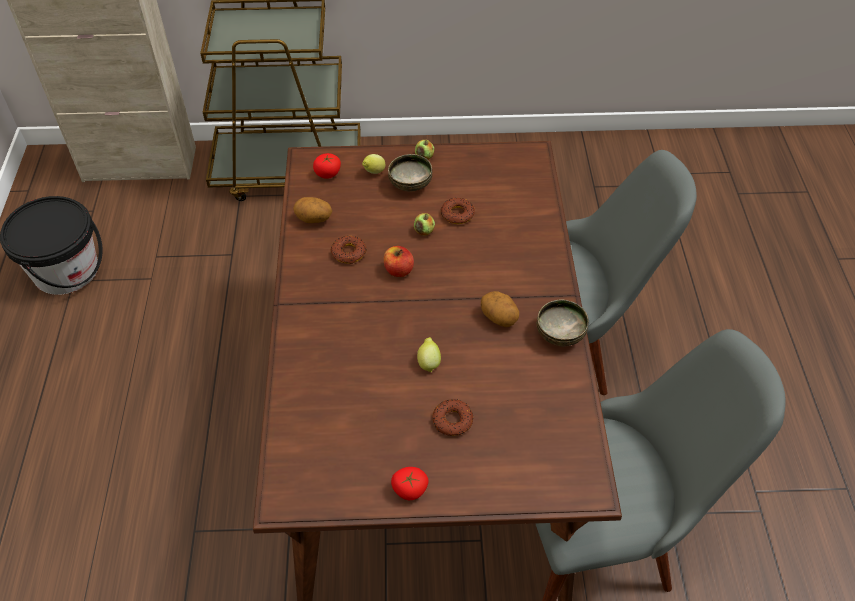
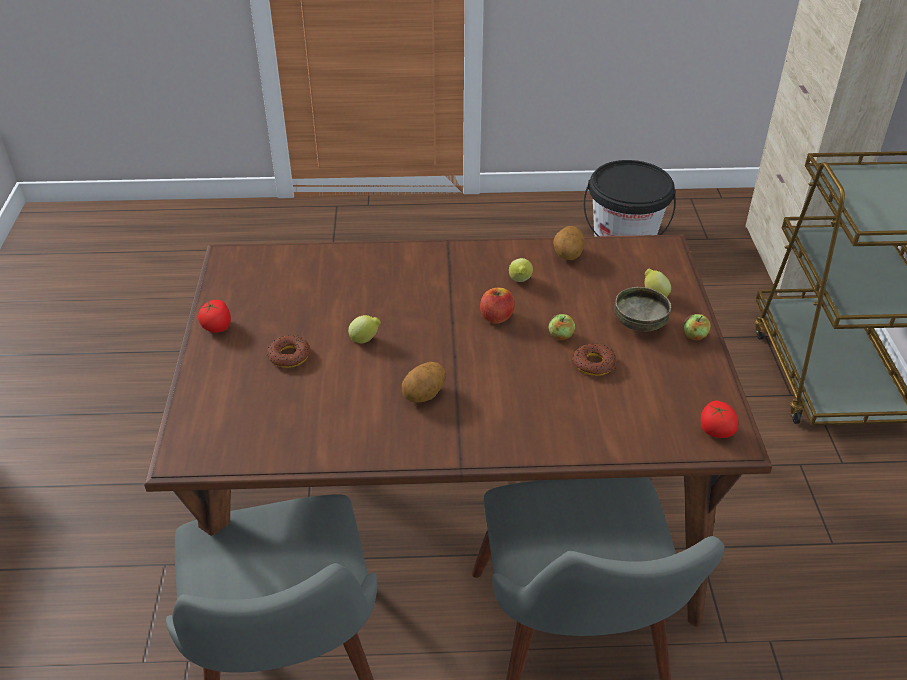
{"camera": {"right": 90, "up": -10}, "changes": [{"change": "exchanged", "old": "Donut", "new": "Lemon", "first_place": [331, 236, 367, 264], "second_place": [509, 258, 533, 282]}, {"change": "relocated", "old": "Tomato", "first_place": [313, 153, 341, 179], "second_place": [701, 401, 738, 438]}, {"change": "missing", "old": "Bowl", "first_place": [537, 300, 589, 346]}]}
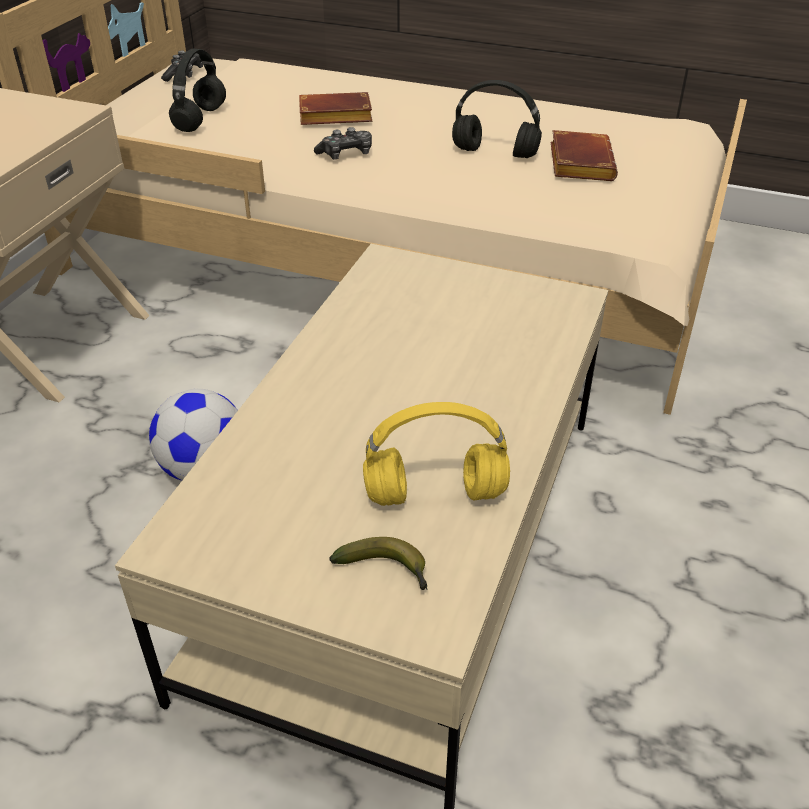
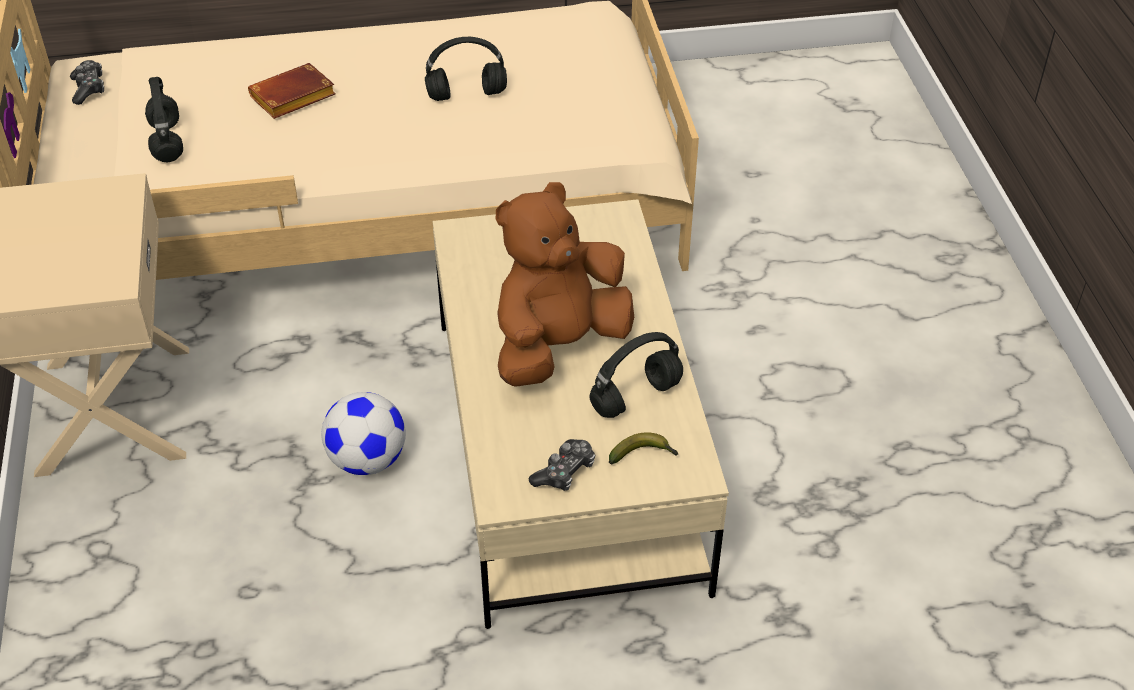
{"camera": {"right": -30, "up": 5}, "changes": [{"change": "appeared", "new": "BrownPlushToy", "second_place": [496, 182, 634, 387]}, {"change": "relocated", "old": "GameController", "first_place": [314, 127, 372, 160], "second_place": [529, 439, 595, 491]}, {"change": "colour", "old": "YellowHeadphones", "new": "BlackHeadphones", "first_place": [363, 402, 510, 506], "second_place": [589, 332, 683, 418]}, {"change": "missing", "old": "BrownBook", "first_place": [551, 130, 618, 181]}]}
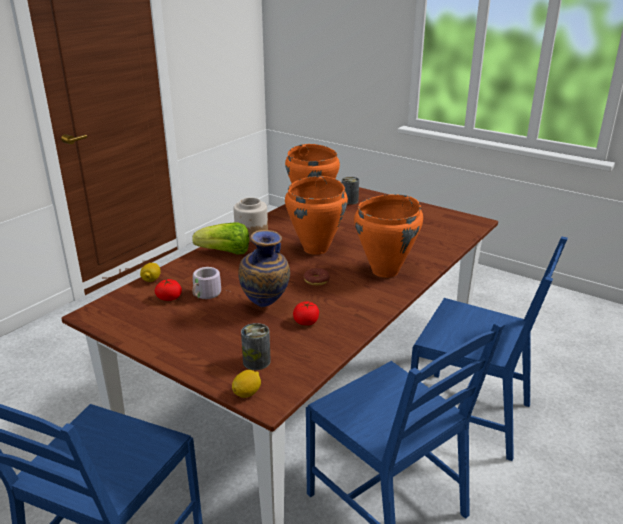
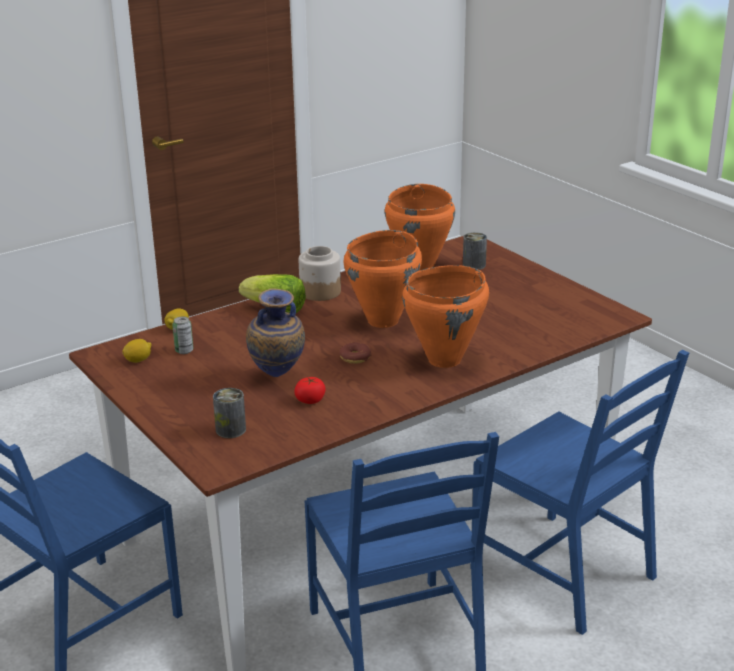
{"camera": {"right": 20, "up": 0}, "changes": [{"change": "relocated", "old": "Lemon", "first_place": [232, 370, 261, 398], "second_place": [123, 339, 151, 363]}, {"change": "exchanged", "old": "Tomato", "new": "Can", "first_place": [155, 279, 182, 301], "second_place": [172, 316, 194, 354]}, {"change": "missing", "old": "GreyMug", "first_place": [193, 267, 228, 299]}]}
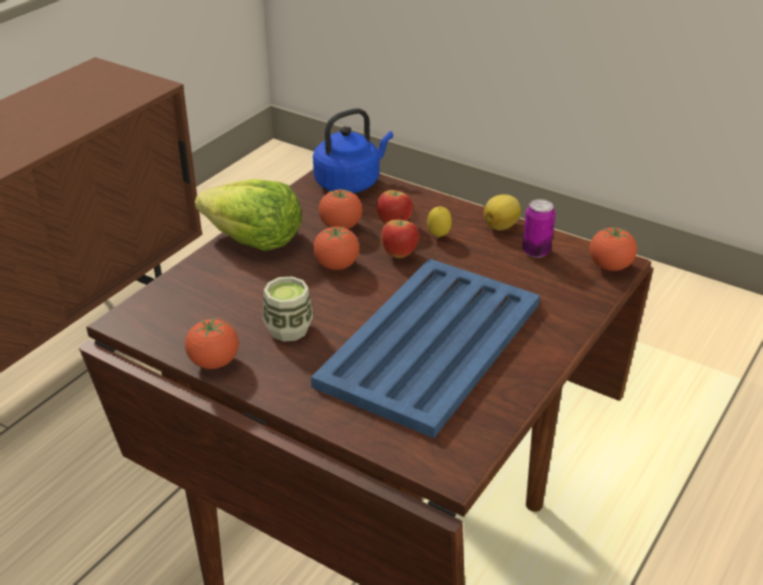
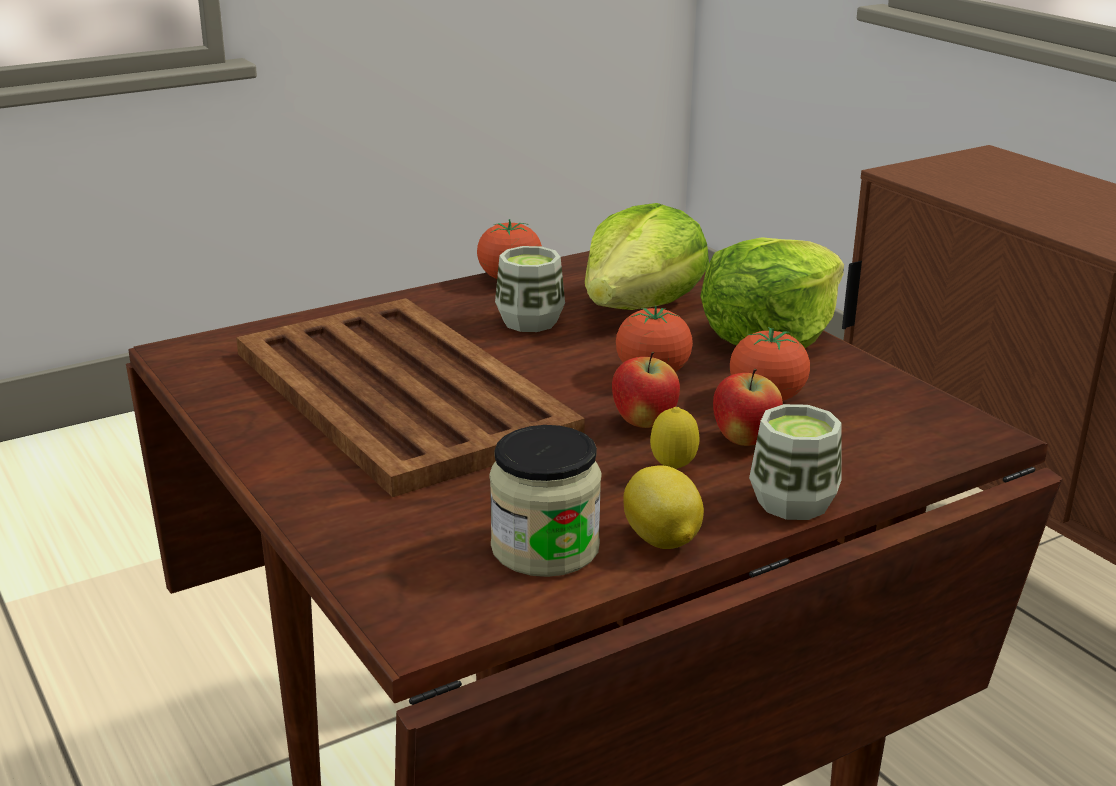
{"camera": {"right": 115, "up": -10}, "changes": [{"change": "colour", "old": "BlueTray", "new": "BrownTray", "first_place": [311, 259, 540, 438], "second_place": [236, 298, 585, 497]}, {"change": "exchanged", "old": "Can", "new": "Jar", "first_place": [522, 199, 555, 258], "second_place": [489, 425, 602, 577]}, {"change": "appeared", "new": "Lettuce", "second_place": [585, 203, 709, 310]}, {"change": "appeared", "new": "Cup", "second_place": [749, 404, 841, 520]}, {"change": "missing", "old": "BlueKettle", "first_place": [313, 108, 393, 193]}, {"change": "missing", "old": "Tomato", "first_place": [589, 226, 637, 271]}]}
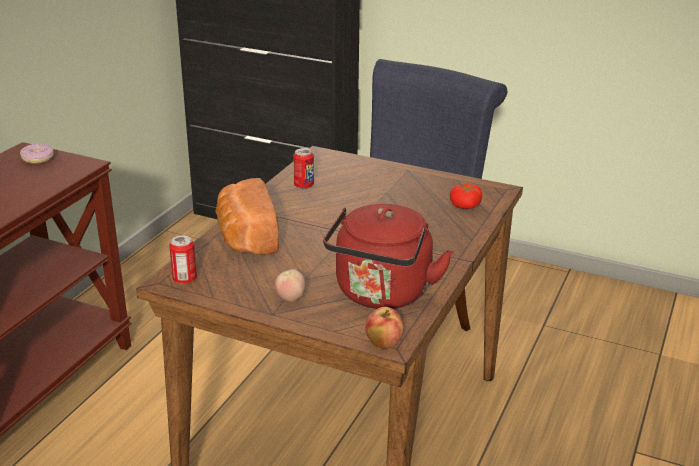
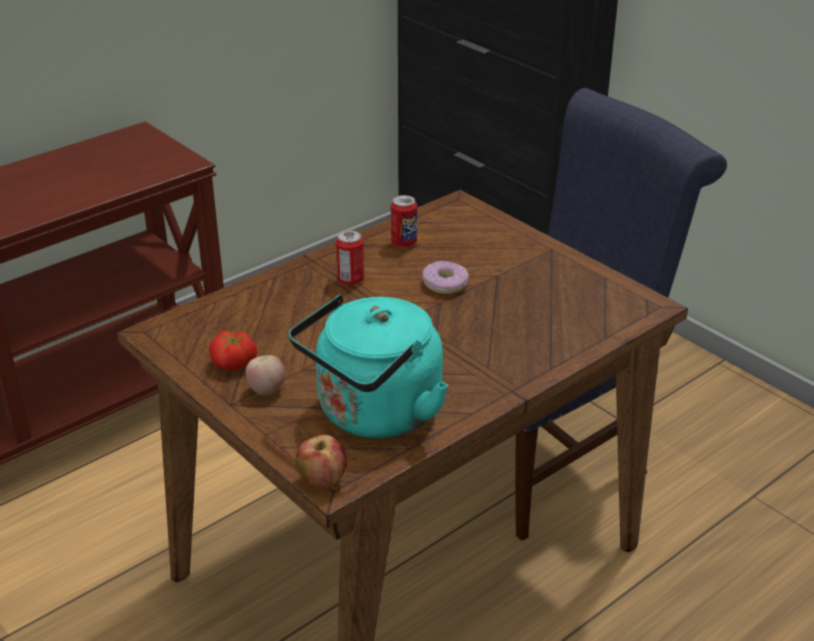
{"camera": {"right": 25, "up": 5}, "changes": [{"change": "relocated", "old": "Tomato", "first_place": [450, 183, 482, 209], "second_place": [209, 331, 257, 371]}, {"change": "colour", "old": "RedKettle", "new": "TurquoiseKettle", "first_place": [323, 204, 453, 309], "second_place": [289, 294, 448, 439]}, {"change": "relocated", "old": "Can", "first_place": [169, 235, 197, 284], "second_place": [336, 230, 364, 285]}, {"change": "relocated", "old": "Donut", "first_place": [20, 144, 54, 164], "second_place": [422, 261, 469, 294]}, {"change": "missing", "old": "Bread", "first_place": [215, 178, 279, 254]}]}
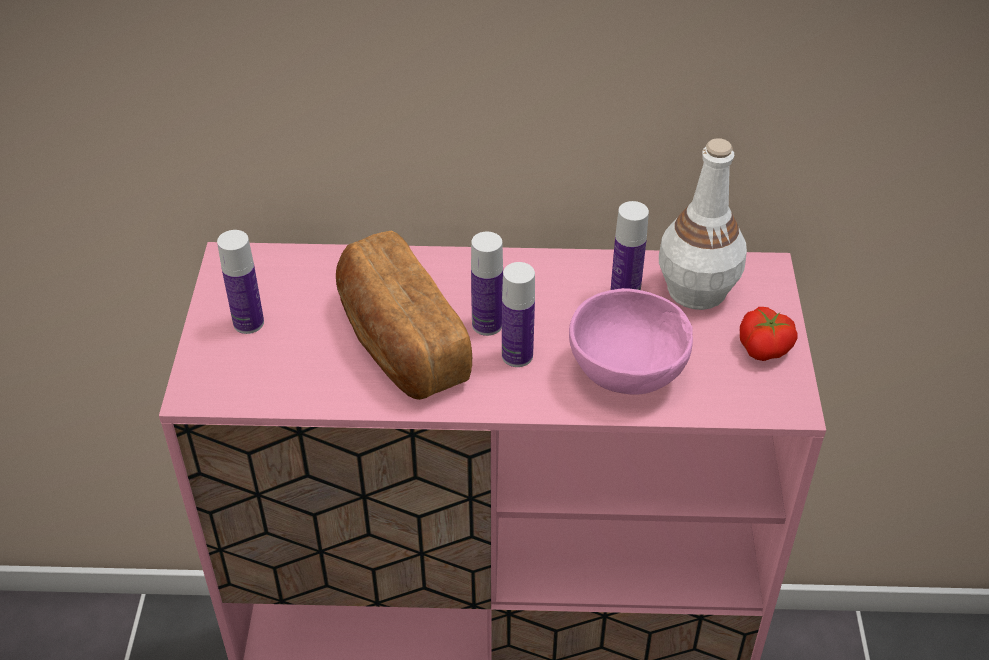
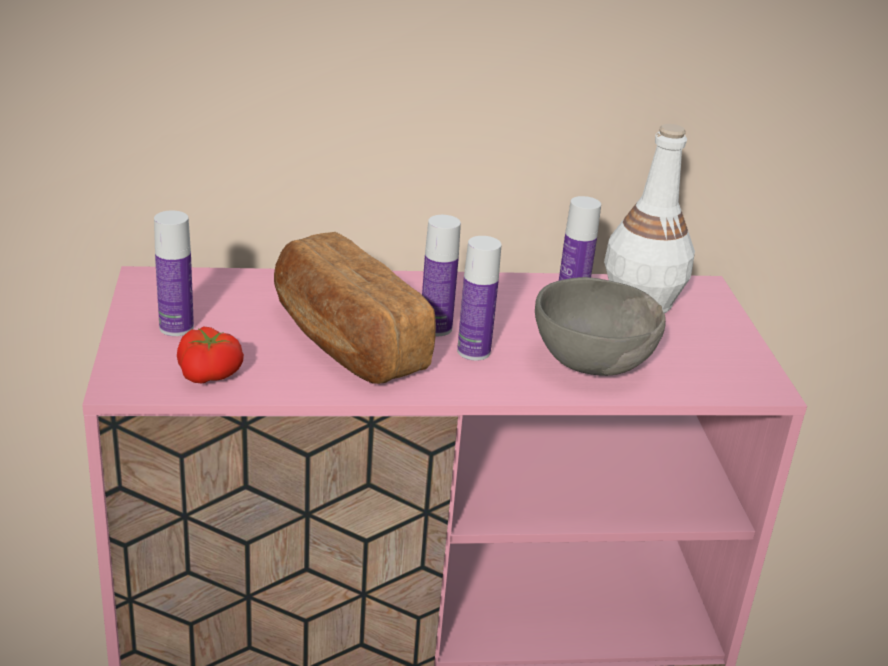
{"camera": {"right": -10, "up": -15}, "changes": [{"change": "relocated", "old": "Tomato", "first_place": [740, 307, 798, 361], "second_place": [177, 326, 244, 383]}, {"change": "colour", "old": "PinkBowl", "new": "GreyBowl", "first_place": [569, 288, 693, 395], "second_place": [535, 277, 666, 376]}]}
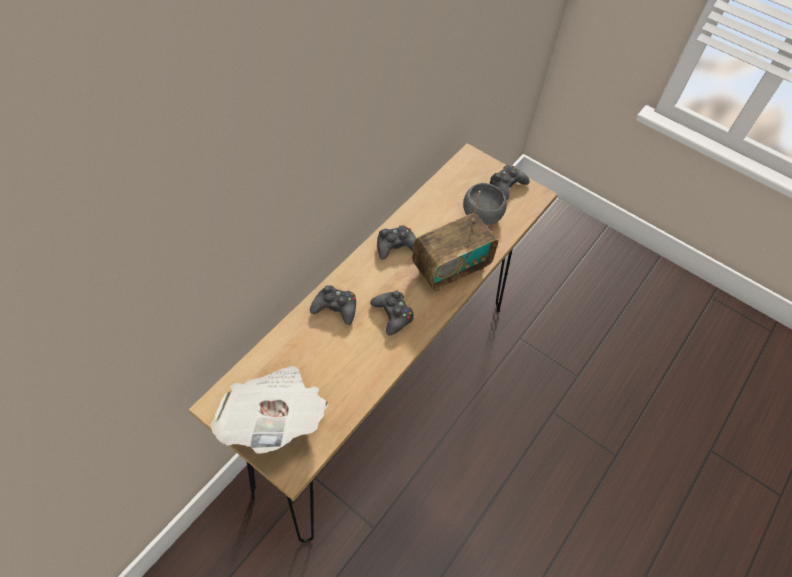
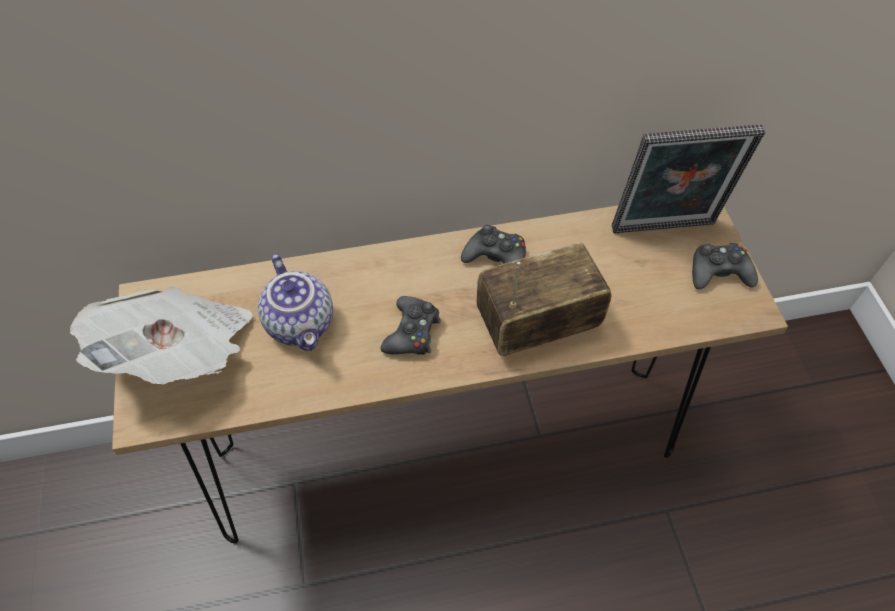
{"camera": {"right": 45, "up": 0}, "changes": [{"change": "appeared", "new": "Teapot", "second_place": [258, 254, 333, 351]}, {"change": "spun", "old": "Radio", "first_place": [412, 191, 498, 292], "second_place": [476, 243, 611, 356], "degrees": 150}, {"change": "appeared", "new": "PictureFrame", "second_place": [612, 124, 765, 233]}, {"change": "missing", "old": "BlackGameController", "first_place": [310, 285, 356, 325]}, {"change": "missing", "old": "GreyBowl", "first_place": [463, 183, 507, 225]}]}
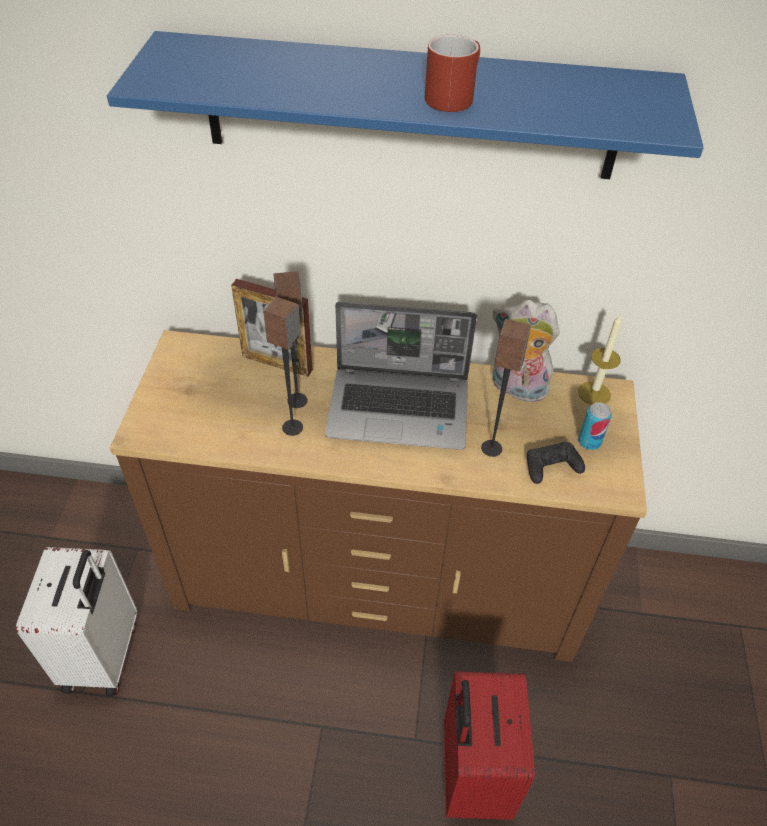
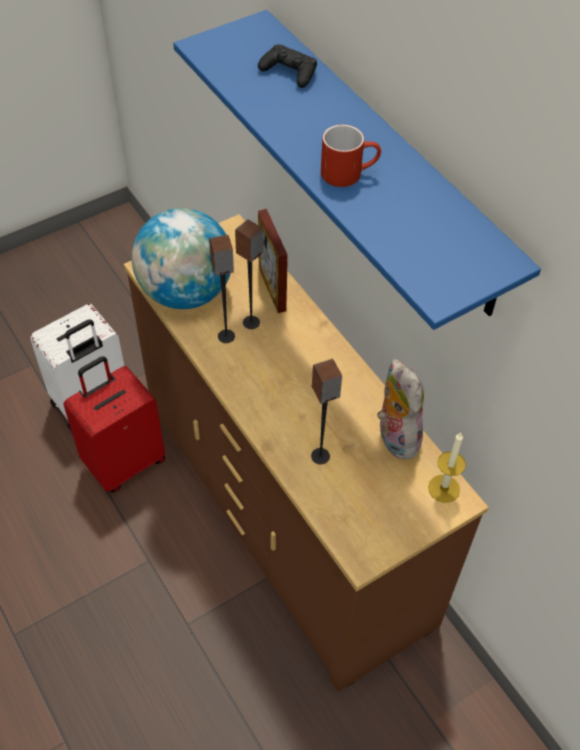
{"camera": {"right": 50, "up": 5}, "changes": [{"change": "relocated", "old": "RedSuitcase", "first_place": [444, 671, 535, 820], "second_place": [63, 356, 165, 493]}, {"change": "appeared", "new": "Globe", "second_place": [132, 208, 231, 309]}, {"change": "relocated", "old": "BlackGameController", "first_place": [527, 442, 585, 484], "second_place": [258, 44, 317, 88]}, {"change": "missing", "old": "Laptop", "first_place": [325, 302, 477, 450]}, {"change": "missing", "old": "Can", "first_place": [578, 402, 612, 450]}]}
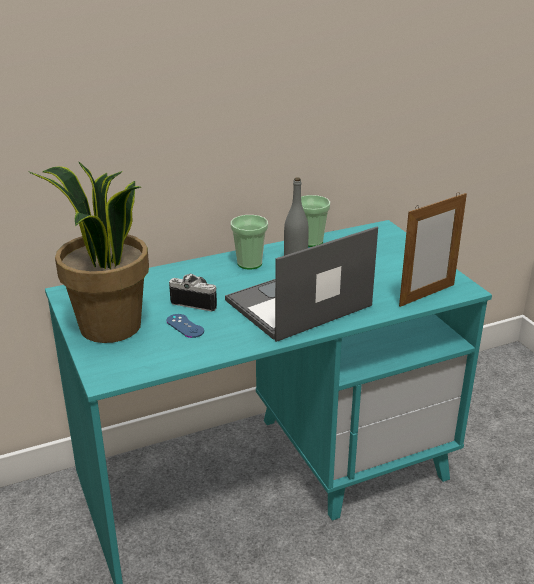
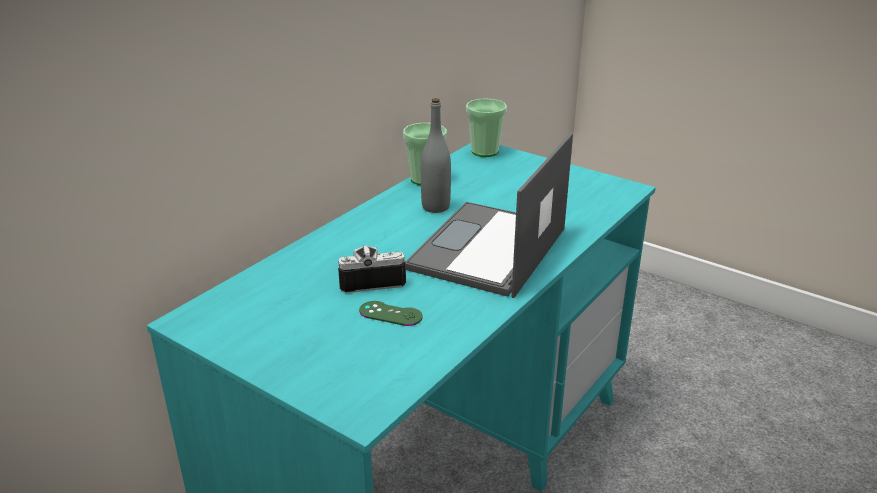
{"camera": {"right": -30, "up": 0}, "changes": [{"change": "colour", "old": "BlueGameController", "new": "GreenGameController", "first_place": [166, 314, 204, 338], "second_place": [359, 301, 423, 326]}, {"change": "relocated", "old": "Cup", "first_place": [231, 215, 268, 269], "second_place": [466, 98, 507, 157]}, {"change": "missing", "old": "PottedPlant", "first_place": [29, 162, 149, 343]}, {"change": "missing", "old": "PictureFrame", "first_place": [399, 192, 467, 307]}]}
